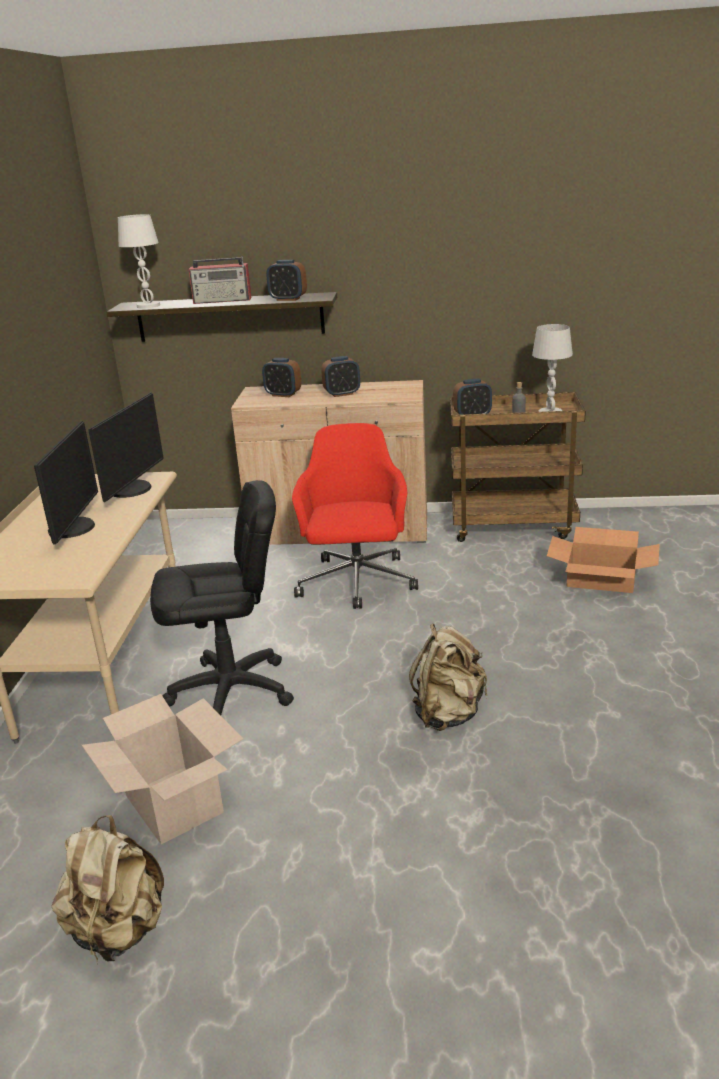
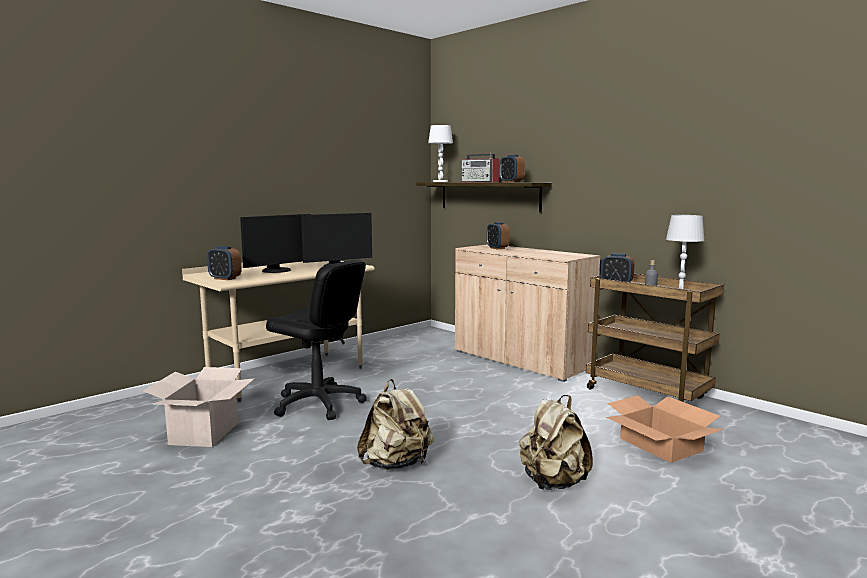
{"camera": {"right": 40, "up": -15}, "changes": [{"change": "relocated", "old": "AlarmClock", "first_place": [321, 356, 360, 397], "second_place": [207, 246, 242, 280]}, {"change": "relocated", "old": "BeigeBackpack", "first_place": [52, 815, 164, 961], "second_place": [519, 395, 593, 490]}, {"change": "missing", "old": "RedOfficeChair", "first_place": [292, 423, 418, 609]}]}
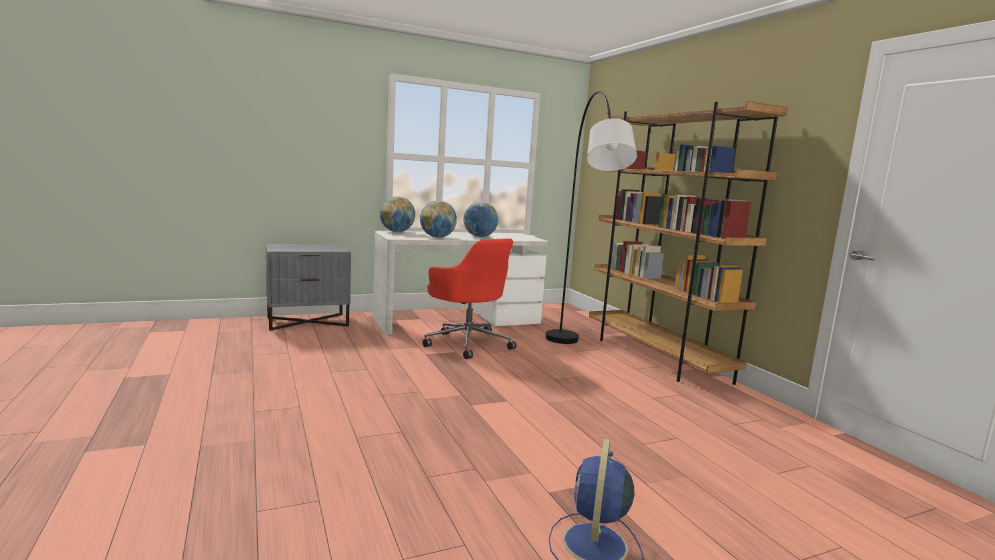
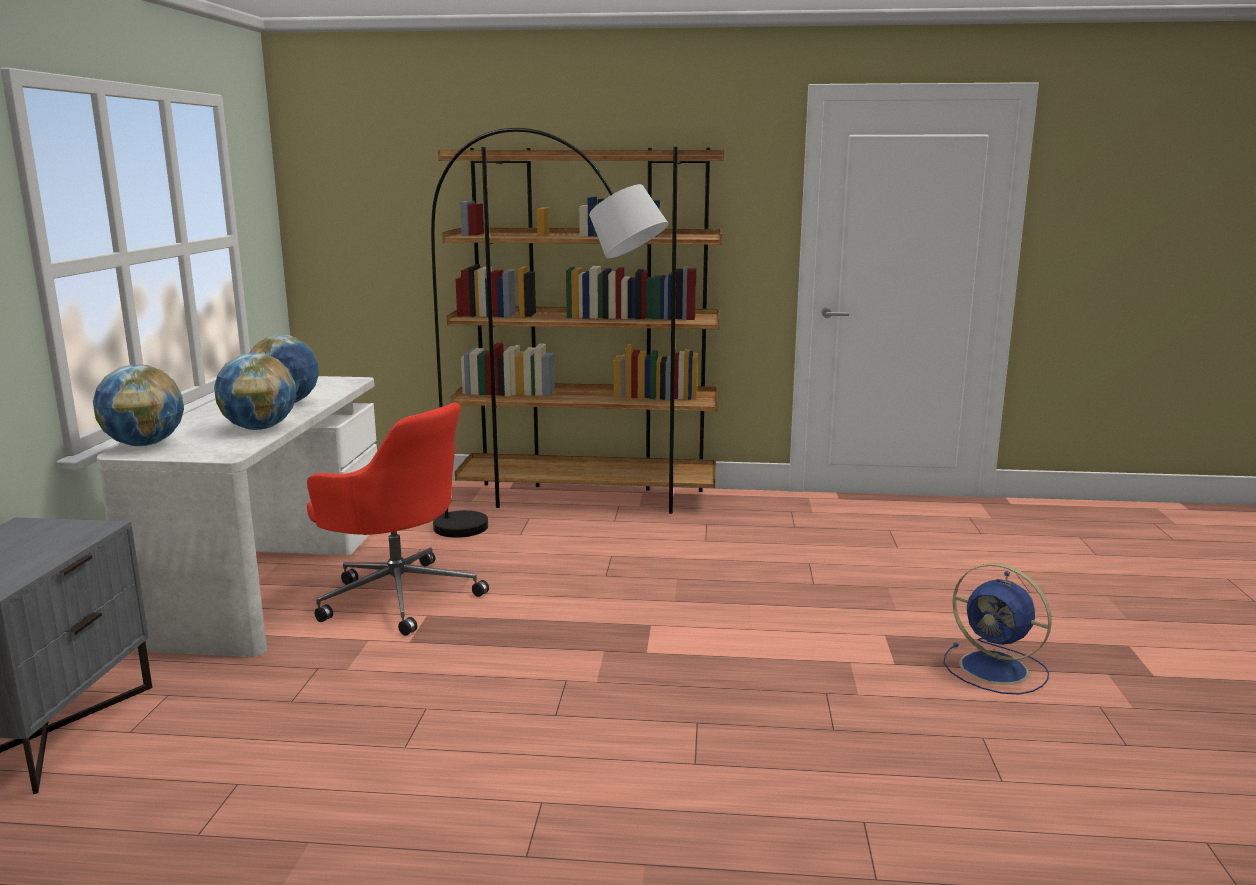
{"camera": {"right": -60, "up": 5}, "changes": [{"change": "spun", "old": "RedOfficeChair", "first_place": [423, 238, 516, 359], "second_place": [307, 402, 489, 636], "degrees": 45}]}
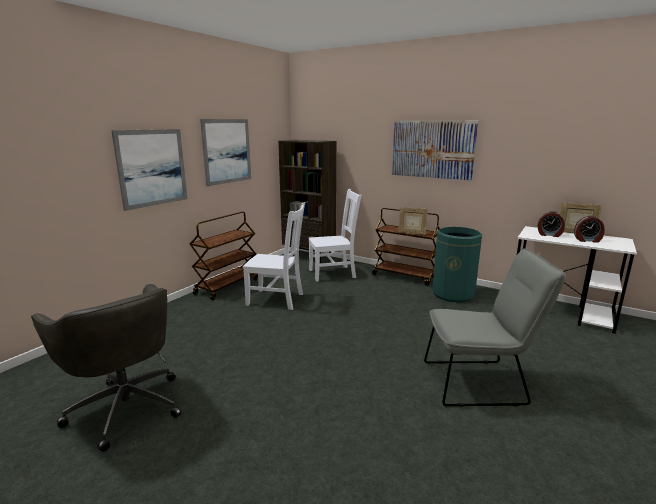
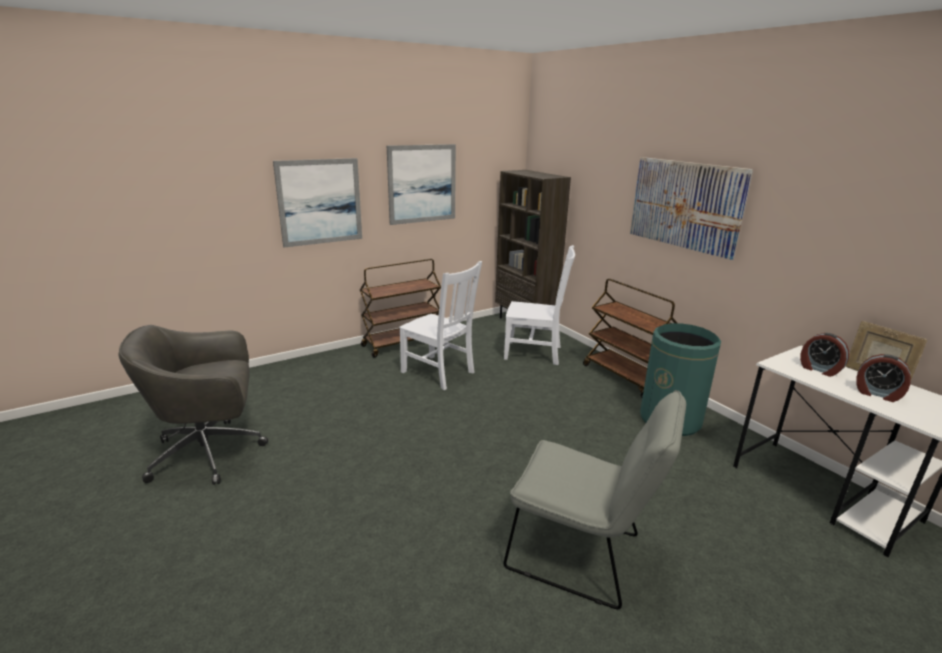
{"camera": {"right": 25, "up": 5}, "changes": [{"change": "spun", "old": "GreyOfficeChair", "first_place": [31, 284, 181, 452], "second_place": [119, 325, 268, 485], "degrees": 90}, {"change": "missing", "old": "PictureFrame", "first_place": [398, 207, 428, 235]}]}
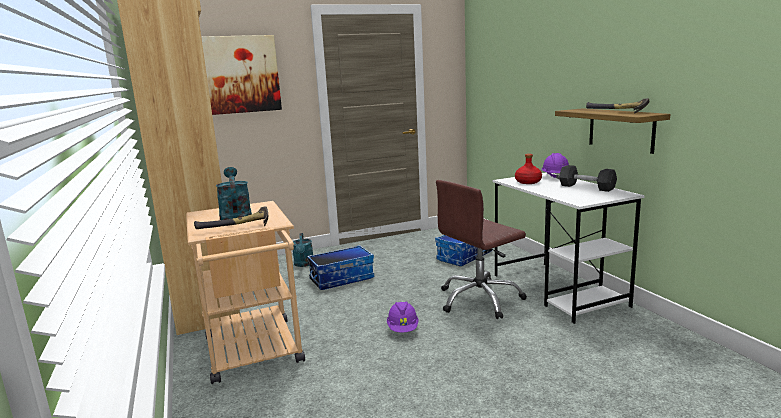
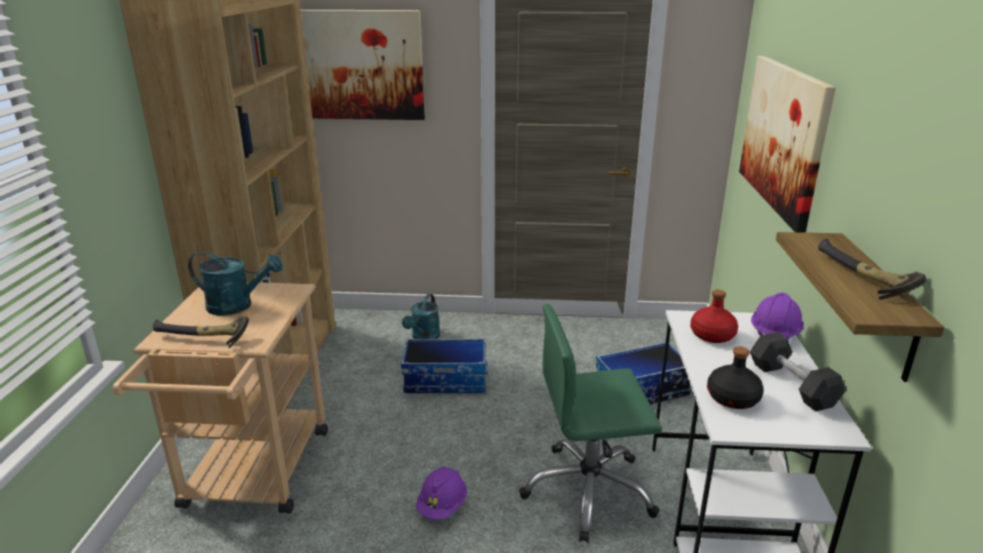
{"camera": {"right": 25, "up": 10}, "changes": [{"change": "spun", "old": "TurquoiseWateringCan", "first_place": [216, 167, 252, 220], "second_place": [188, 252, 283, 316], "degrees": 90}, {"change": "colour", "old": "BrownOfficeChair", "new": "GreenOfficeChair", "first_place": [436, 180, 527, 319], "second_place": [519, 304, 662, 543]}, {"change": "appeared", "new": "BlackBottle", "second_place": [707, 346, 764, 409]}, {"change": "appeared", "new": "Picture", "second_place": [739, 56, 836, 233]}]}
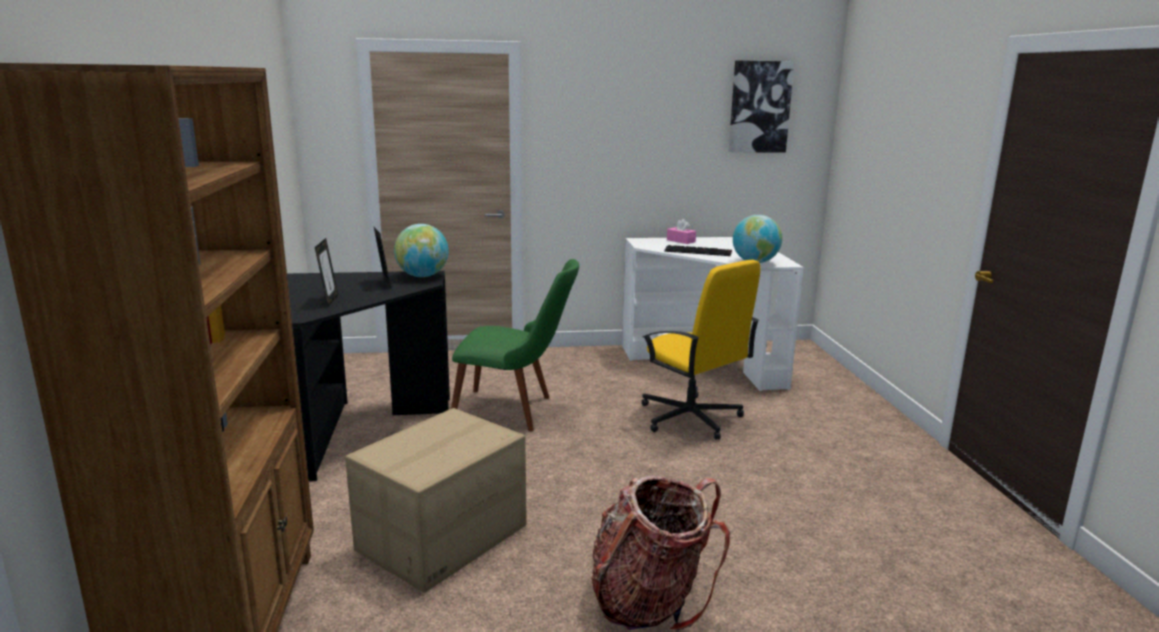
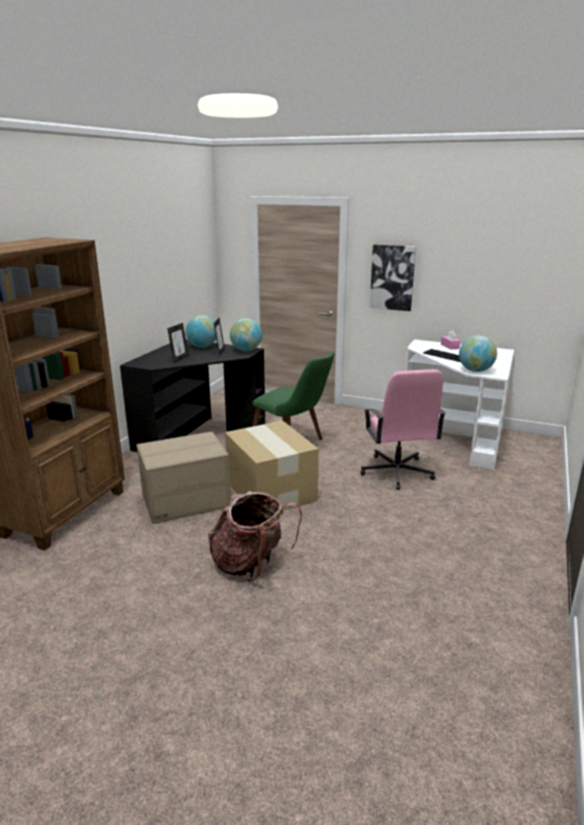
{"camera": {"right": 30, "up": 5}, "changes": [{"change": "appeared", "new": "Globe", "second_place": [186, 315, 216, 348]}, {"change": "appeared", "new": "CardboardBox", "second_place": [225, 420, 319, 510]}, {"change": "colour", "old": "YellowOfficeChair", "new": "PinkOfficeChair", "first_place": [642, 260, 760, 440], "second_place": [361, 369, 446, 490]}, {"change": "relocated", "old": "Picture", "first_place": [729, 60, 794, 152], "second_place": [370, 244, 416, 311]}]}
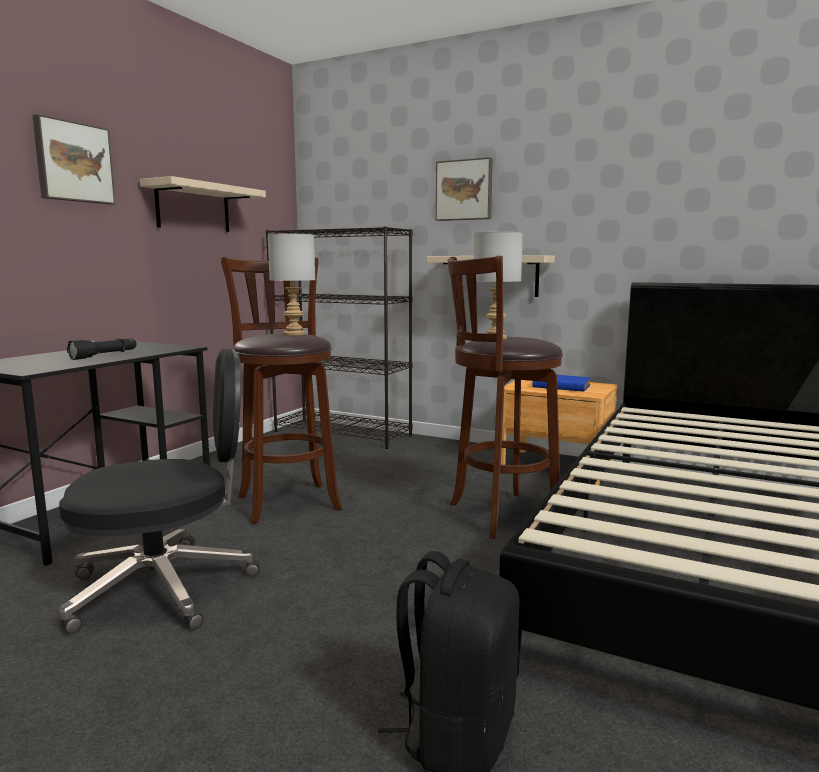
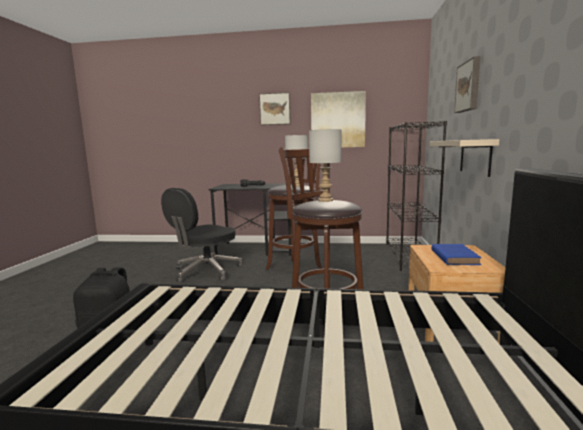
{"camera": {"right": 70, "up": 0}, "changes": [{"change": "spun", "old": "BlackOfficeChair", "first_place": [59, 349, 260, 634], "second_place": [161, 188, 243, 283], "degrees": 75}, {"change": "exchanged", "old": "BeigeShelf", "new": "Picture", "first_place": [140, 176, 266, 232], "second_place": [311, 91, 366, 148]}]}
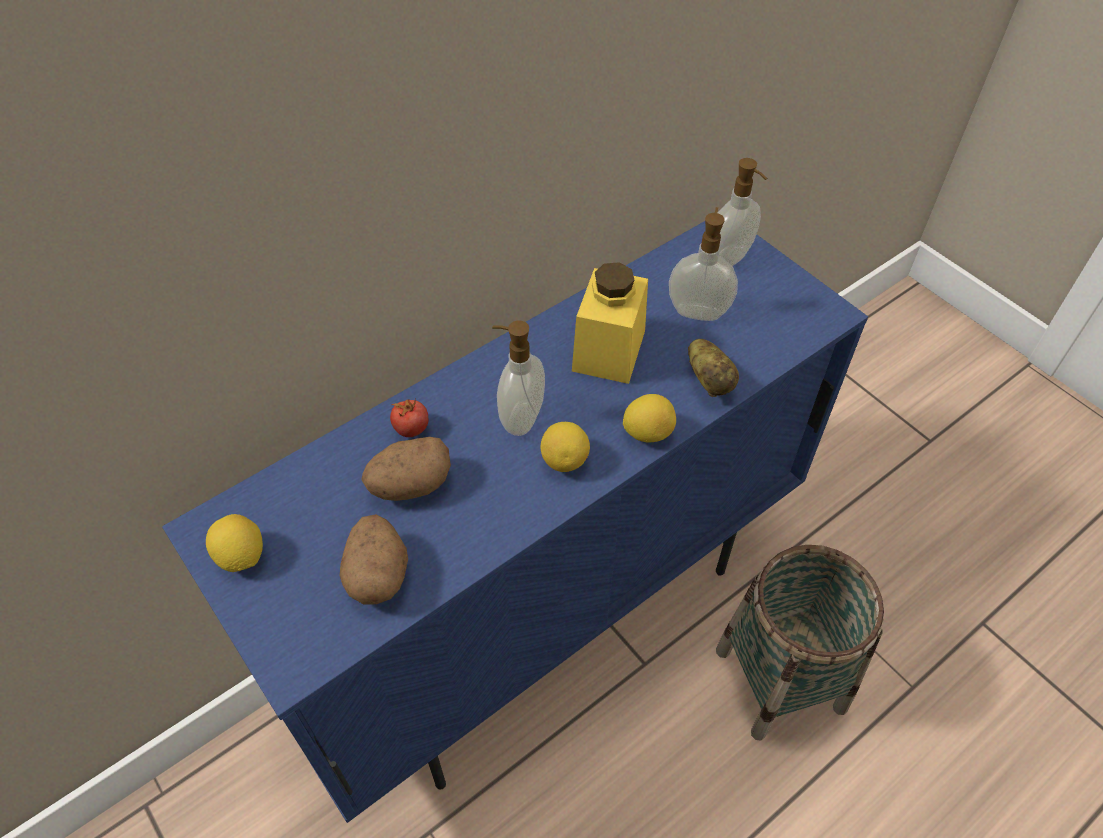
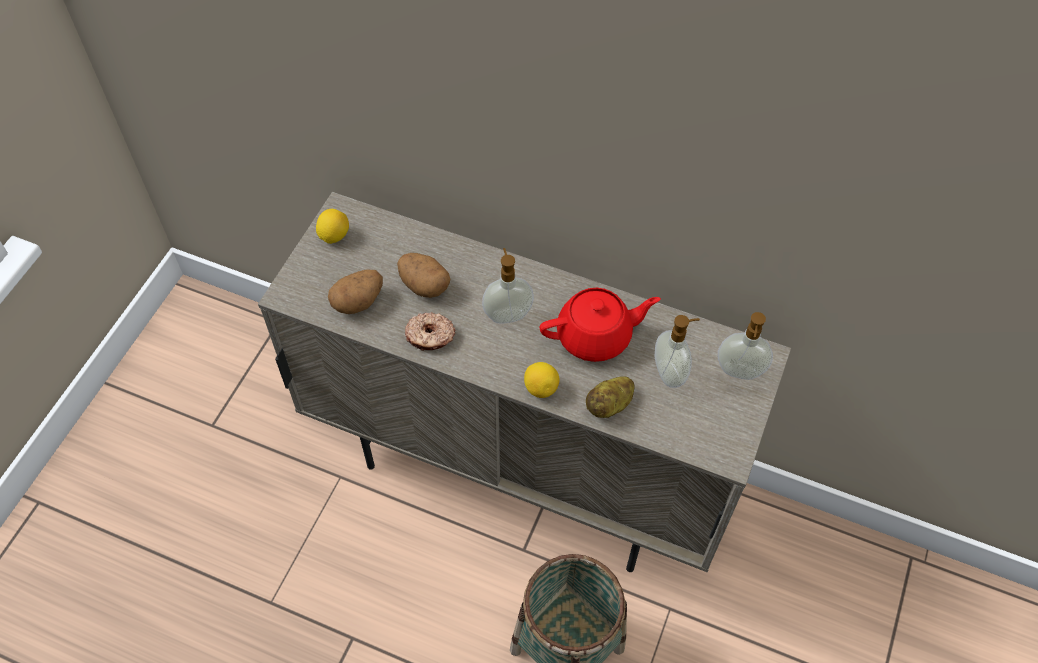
{"camera": {"right": 60, "up": 5}, "changes": [{"change": "colour", "old": "BlueCabinet", "new": "BeigeCabinet", "first_place": [162, 221, 868, 823], "second_place": [258, 192, 791, 572]}, {"change": "appeared", "new": "Donut", "second_place": [405, 312, 455, 351]}, {"change": "exchanged", "old": "YellowJar", "new": "RedTeapot", "first_place": [572, 262, 648, 384], "second_place": [540, 288, 661, 362]}, {"change": "missing", "old": "Tomato", "first_place": [390, 398, 428, 437]}, {"change": "missing", "old": "Lemon", "first_place": [541, 422, 590, 472]}]}
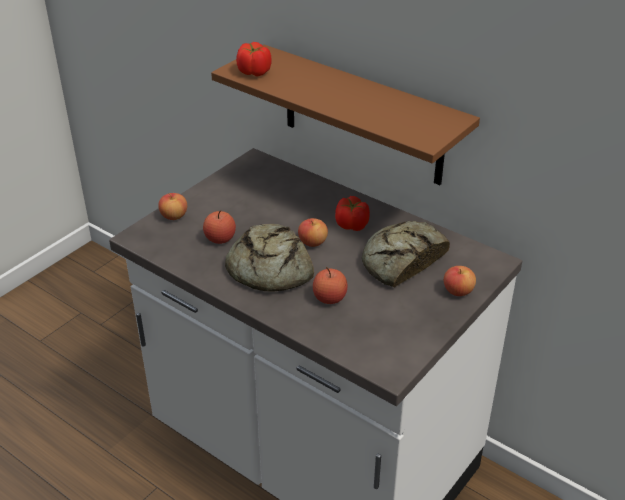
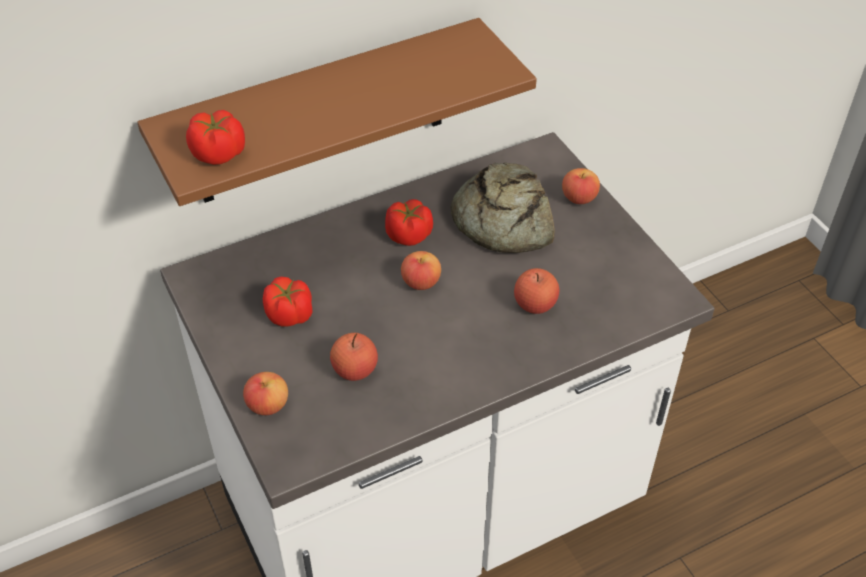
{"camera": {"right": -65, "up": 10}, "changes": [{"change": "appeared", "new": "Tomato", "second_place": [263, 277, 312, 327]}, {"change": "missing", "old": "Bread", "first_place": [225, 224, 314, 292]}]}
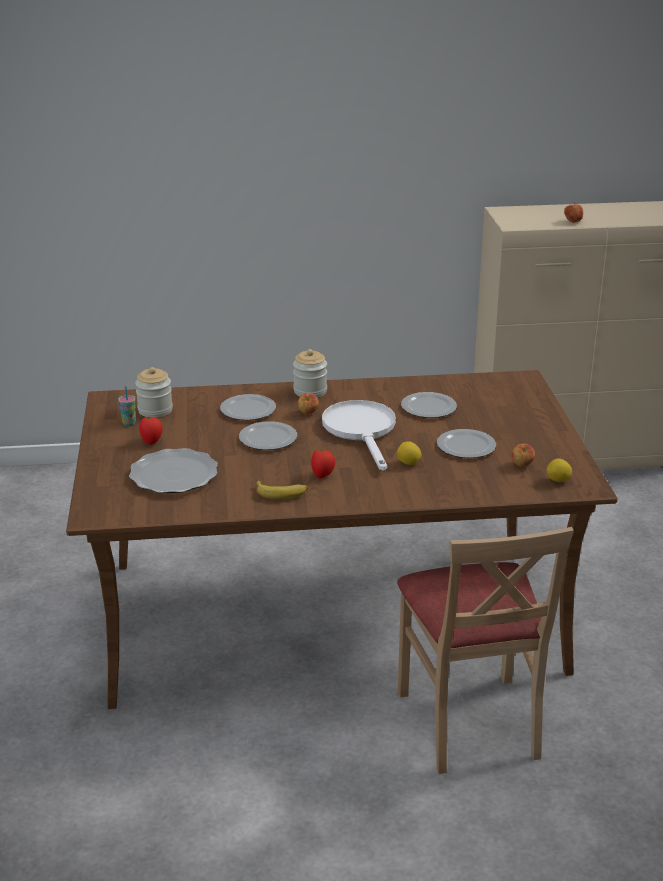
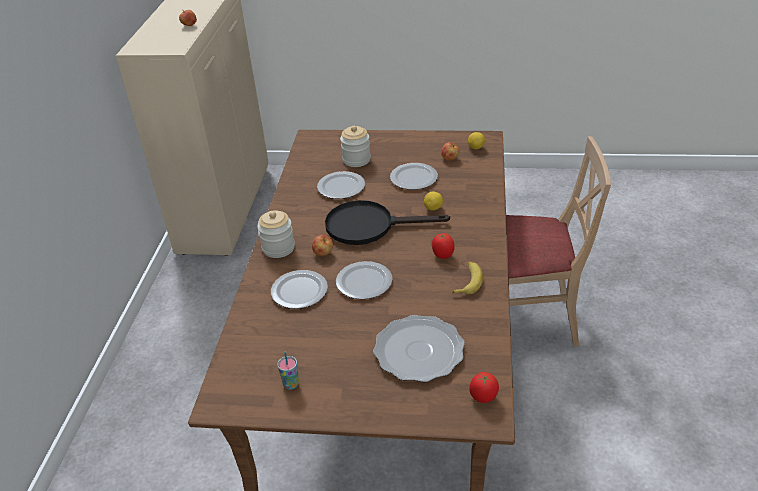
{"camera": {"right": -75, "up": 10}, "changes": [{"change": "colour", "old": "WhiteFryingPan", "new": "BlackFryingPan", "first_place": [322, 400, 396, 471], "second_place": [325, 200, 450, 245]}, {"change": "relocated", "old": "Jar", "first_place": [135, 367, 173, 418], "second_place": [340, 126, 371, 167]}, {"change": "relocated", "old": "Tomato", "first_place": [140, 416, 163, 445], "second_place": [469, 372, 499, 403]}]}
